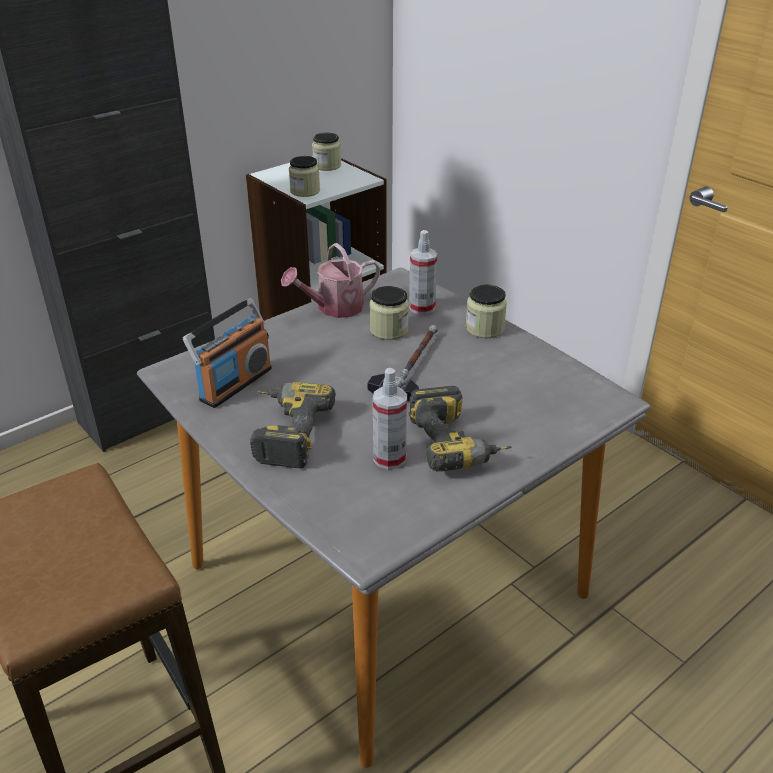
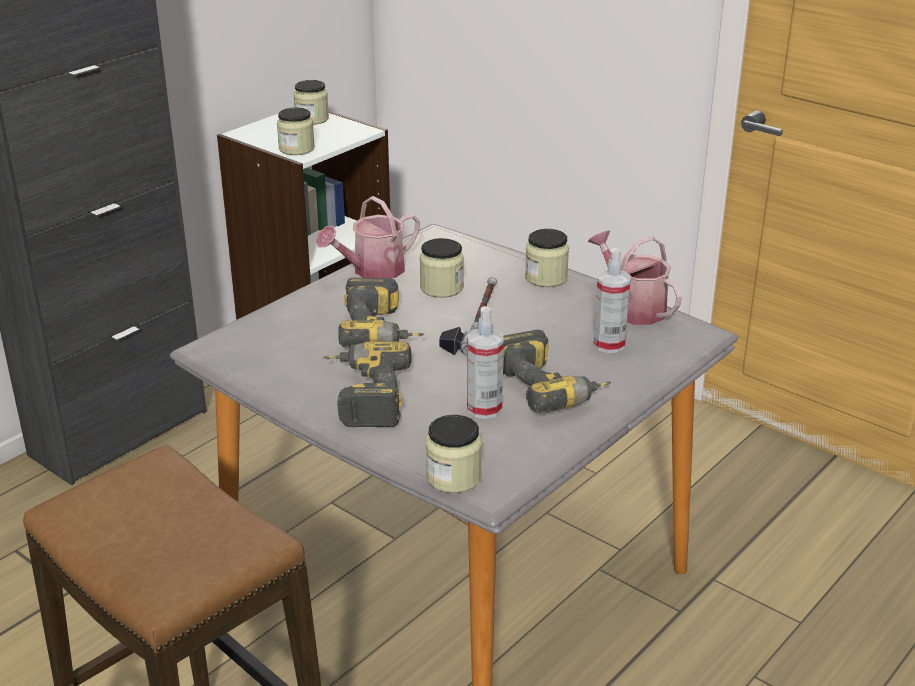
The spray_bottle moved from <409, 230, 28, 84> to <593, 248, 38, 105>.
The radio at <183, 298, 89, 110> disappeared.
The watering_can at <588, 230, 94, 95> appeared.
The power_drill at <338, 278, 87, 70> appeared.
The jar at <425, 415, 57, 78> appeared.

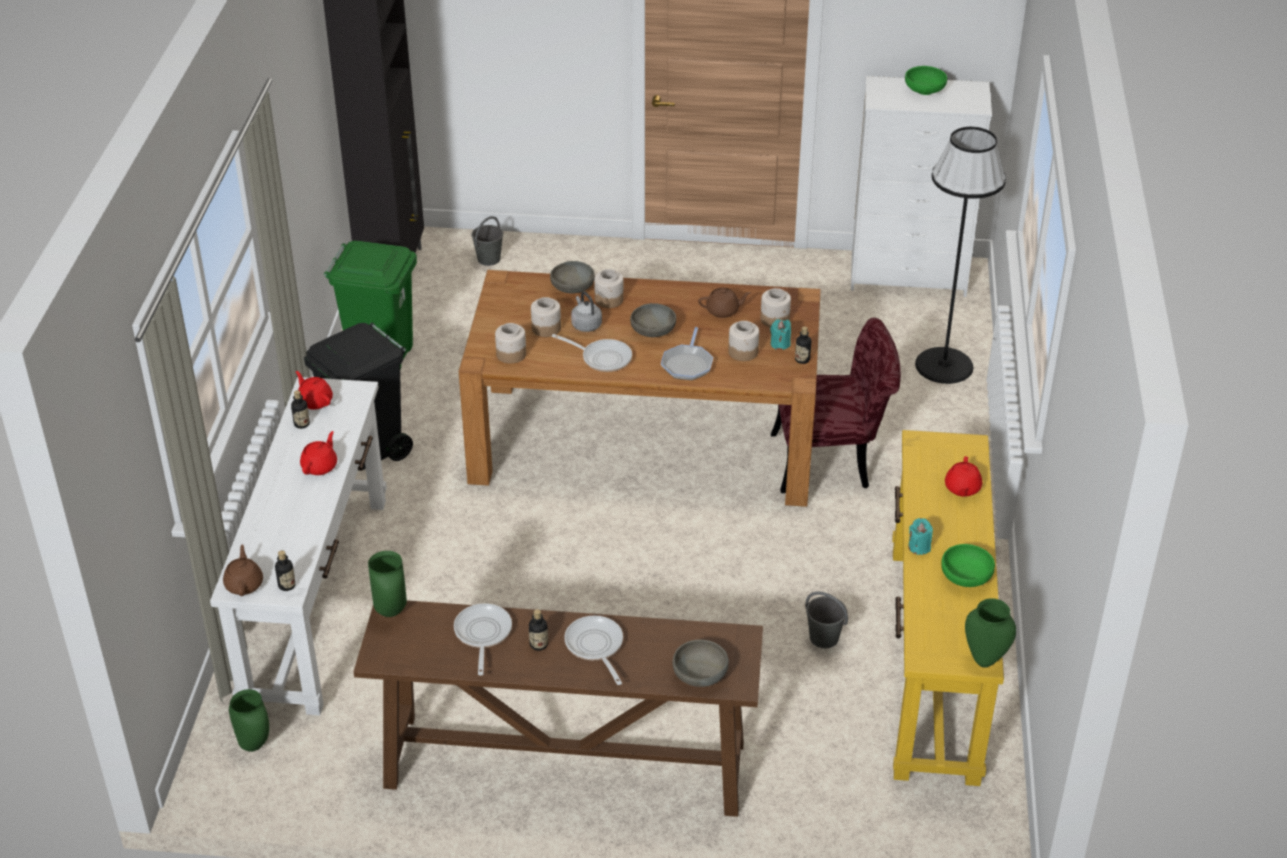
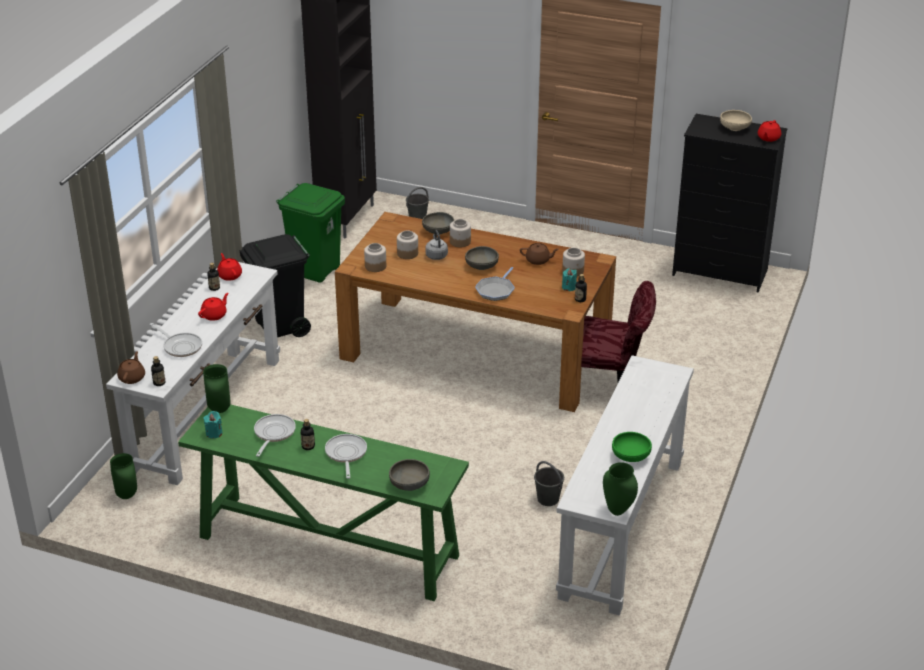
The green_bowl at <905, 66, 42, 29> became the beige_bowl at <720, 110, 32, 21>.
The white_dresser at <851, 76, 141, 221> became the black_dresser at <672, 114, 116, 178>.
The black_floor_lamp at <915, 127, 91, 257> disappeared.
The jar at <728, 321, 31, 40> disappeared.
The frying_pan moved from <552, 334, 80, 38> to <150, 323, 52, 34>.
The yellow_console_table at <892, 430, 112, 356> became the white_console_table at <556, 355, 138, 260>.
The red_teapot moved from <945, 456, 37, 41> to <758, 120, 23, 22>.
The turquoise_candle moved from <908, 518, 25, 37> to <204, 411, 19, 28>.
The brown_console_table at <354, 600, 409, 217> became the green_console_table at <178, 404, 291, 197>.

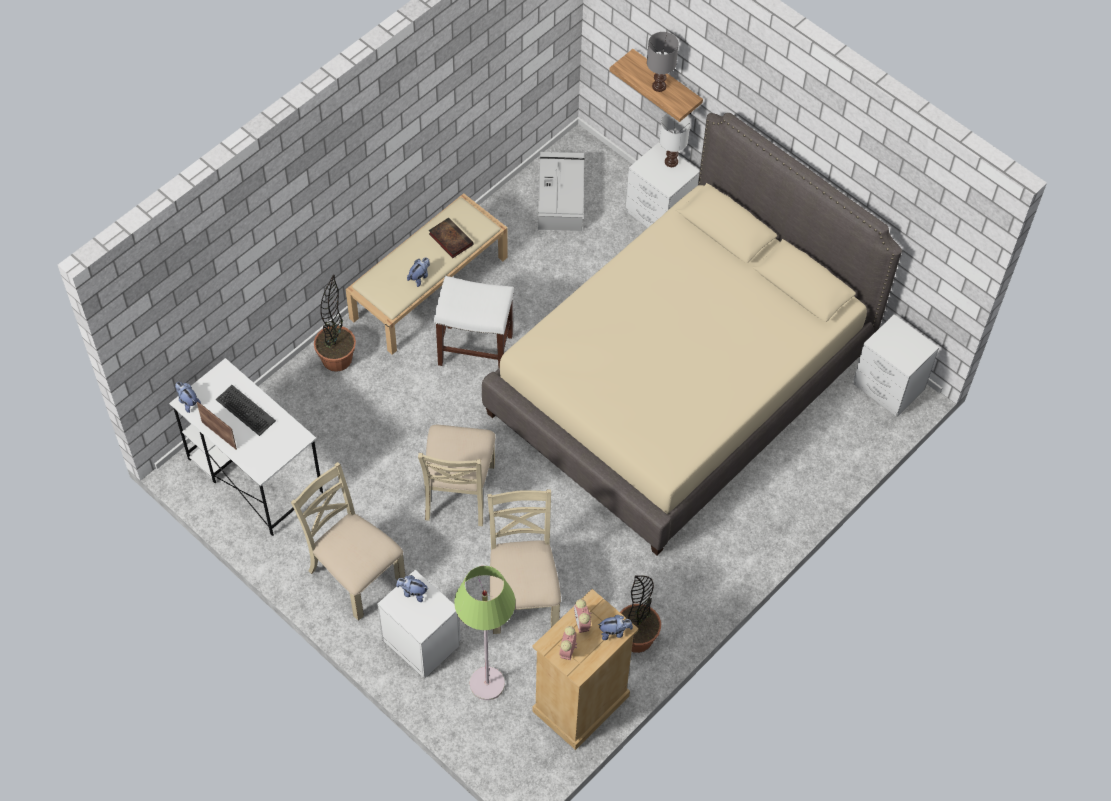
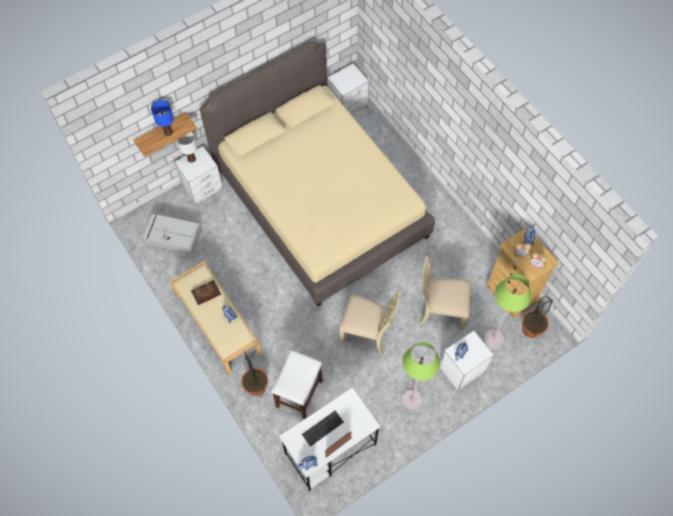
The grey_table_lamp at <647, 32, 32, 60> became the blue_table_lamp at <151, 100, 23, 36>.
The white_stool moved from <434, 276, 80, 92> to <272, 350, 51, 69>.
The beige_chair at <291, 462, 114, 159> was replaced by the green_floor_lamp at <402, 342, 38, 68>.
The potted_plant moved from <620, 575, 41, 78> to <522, 296, 31, 42>.

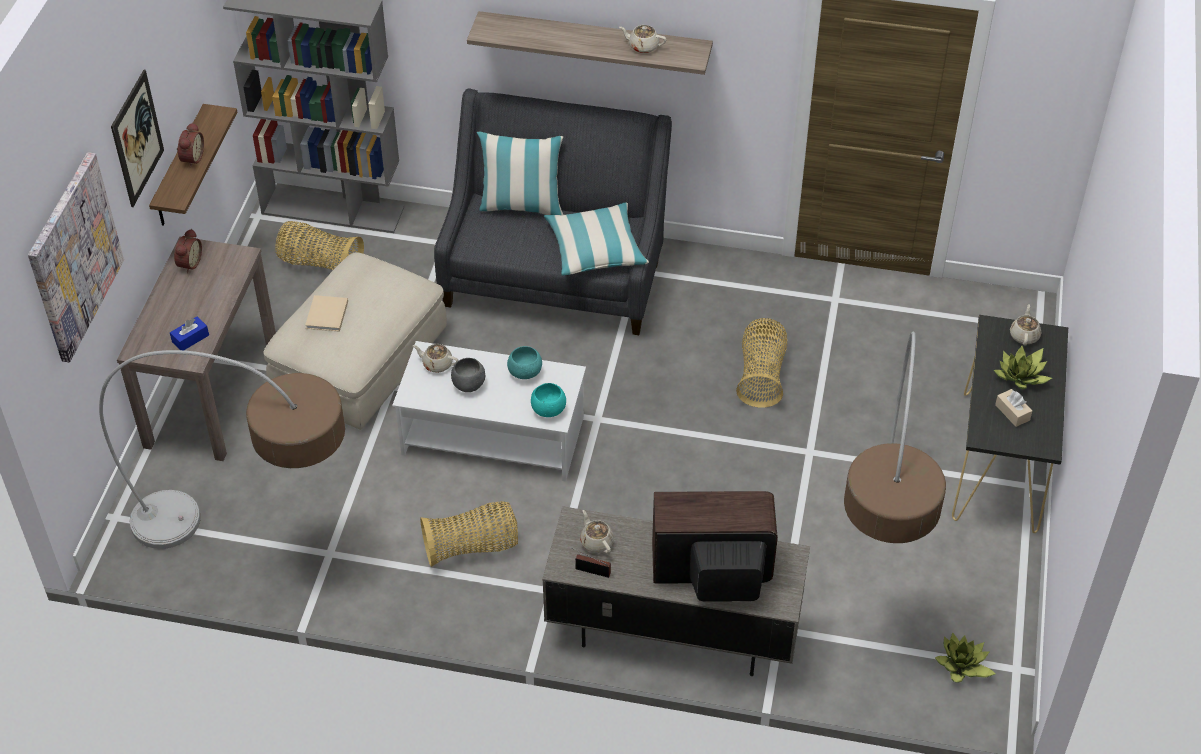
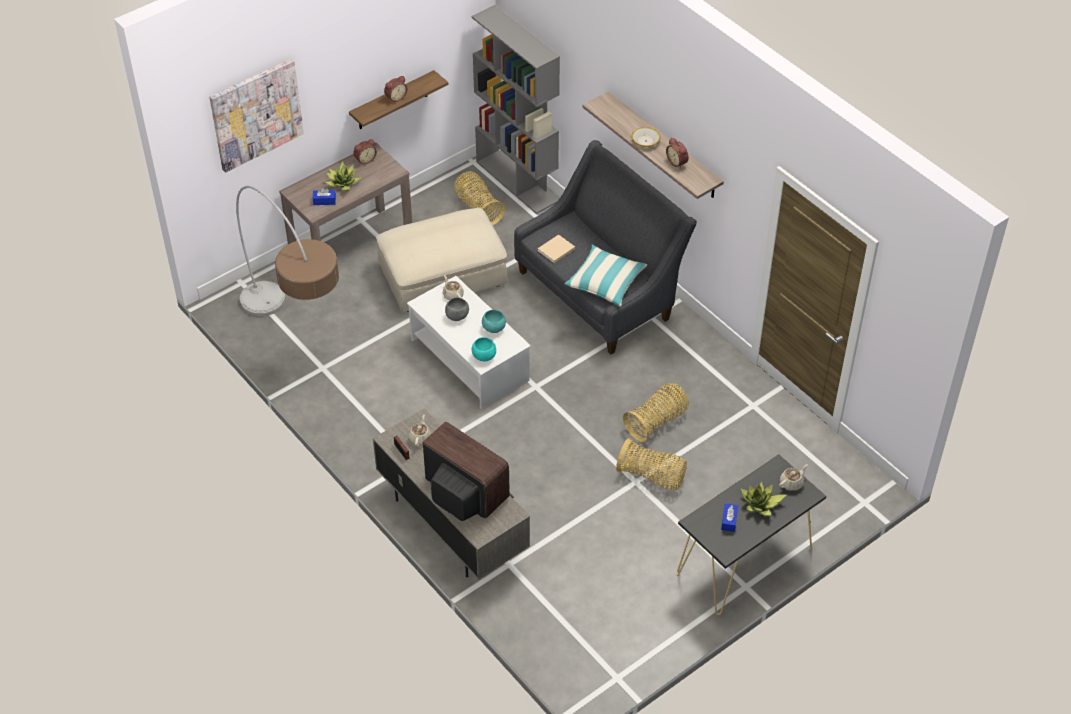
The beige_teapot at <619, 25, 47, 28> was replaced by the alarm_clock at <666, 137, 23, 31>.
The picture at <111, 70, 53, 137> disappeared.
The pillow at <477, 132, 86, 83> disappeared.
The beige_book moved from <305, 295, 43, 37> to <538, 234, 37, 29>.
The floor_lamp at <844, 332, 102, 211> disappeared.
The beige_tissue_box at <995, 389, 37, 38> became the blue_tissue_box at <721, 503, 17, 29>.
The basket moved from <420, 501, 98, 66> to <616, 438, 71, 52>.
The potted_plant moved from <935, 632, 61, 51> to <324, 161, 37, 30>.
The bowl at <631, 127, 30, 20> appeared.

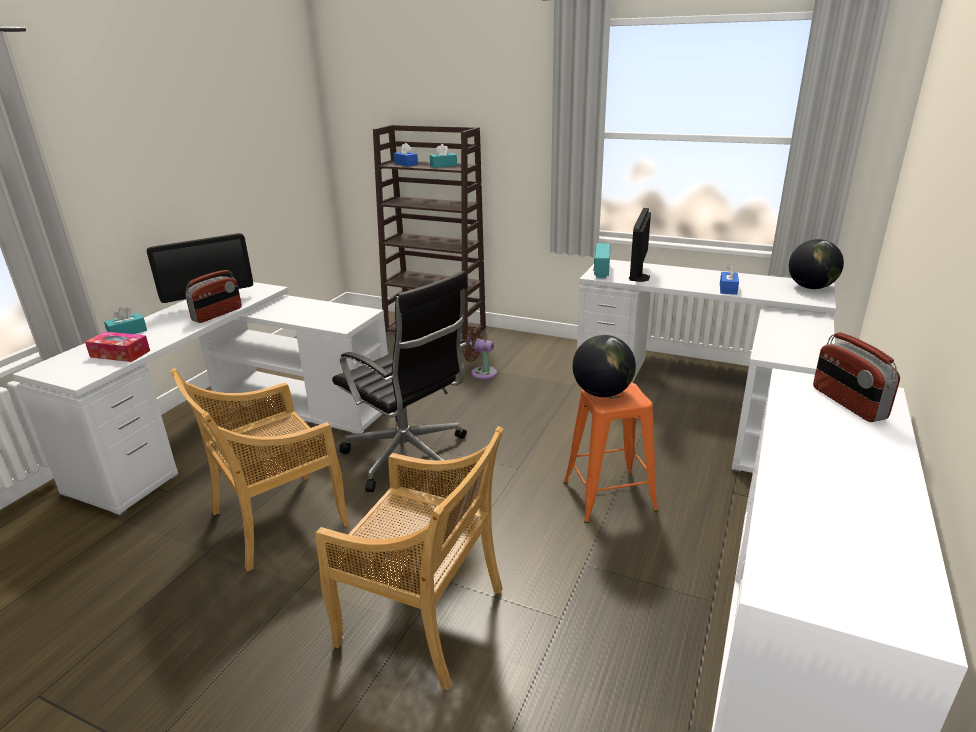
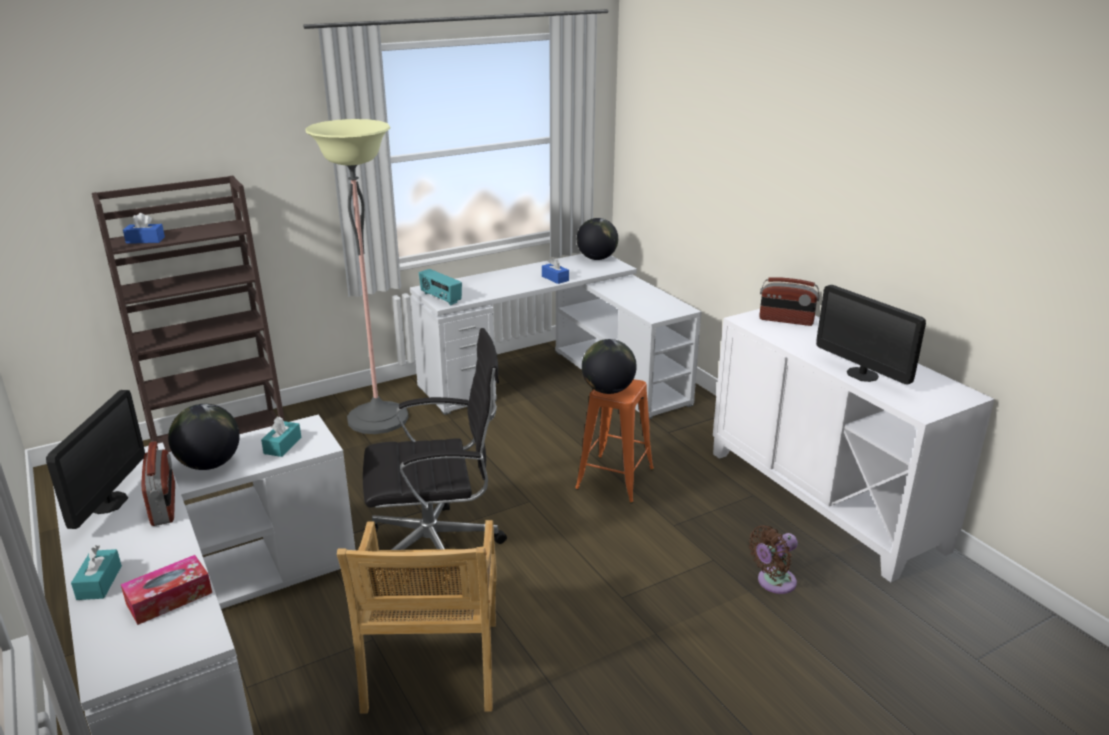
The turquoise_tissue_box moved from <430, 144, 27, 24> to <261, 416, 40, 41>.
The monitor moved from <629, 208, 22, 74> to <816, 285, 110, 99>.
The brown_fan moved from <462, 327, 35, 53> to <749, 525, 49, 69>.
The beige_chair at <315, 426, 189, 264> disappeared.
The floor_lamp at <305, 119, 104, 315> appeared.
The globe at <168, 404, 72, 66> appeared.

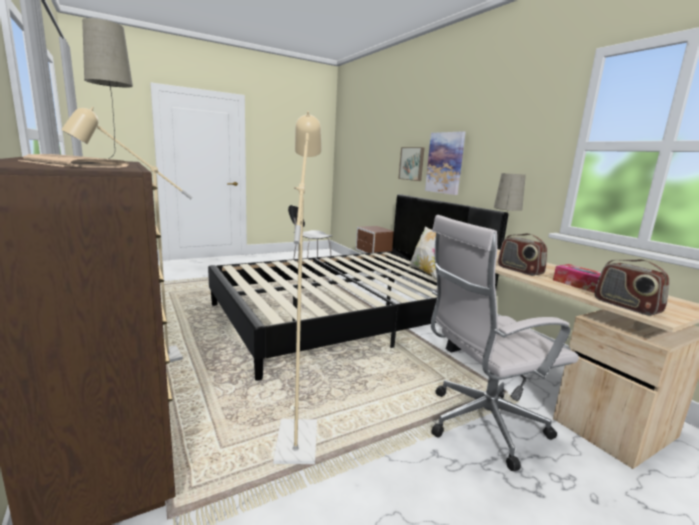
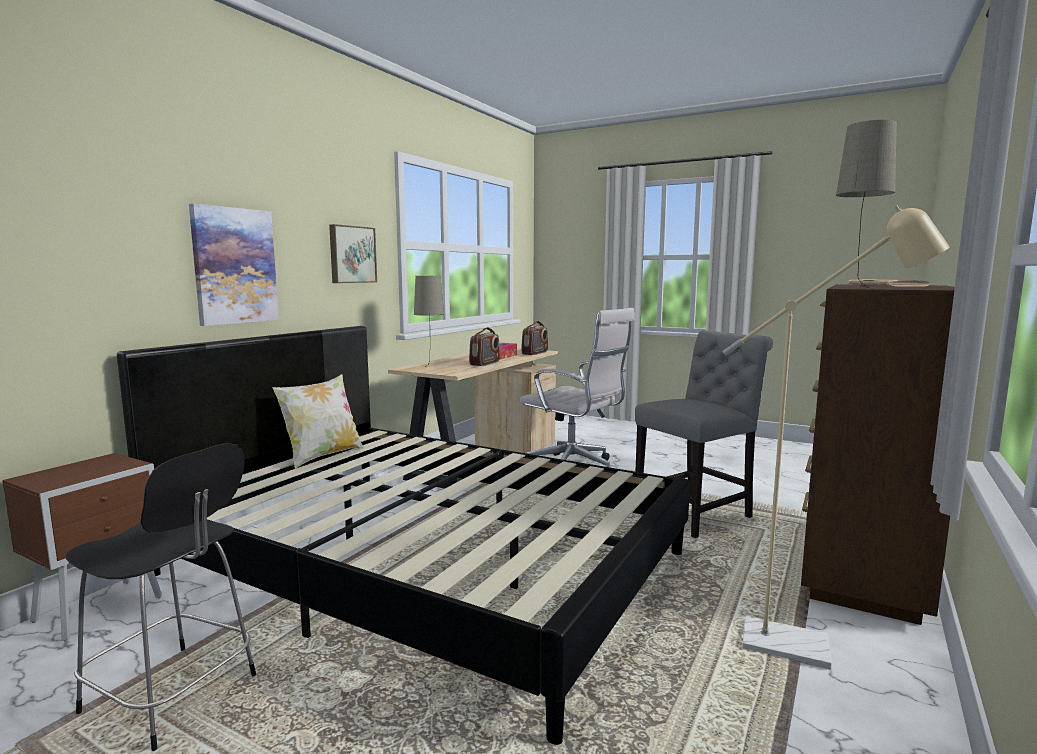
The beige_floor_lamp at <273, 111, 48, 353> was replaced by the grey_chair at <635, 330, 138, 208>.
The picture moved from <398, 147, 27, 34> to <329, 224, 48, 59>.

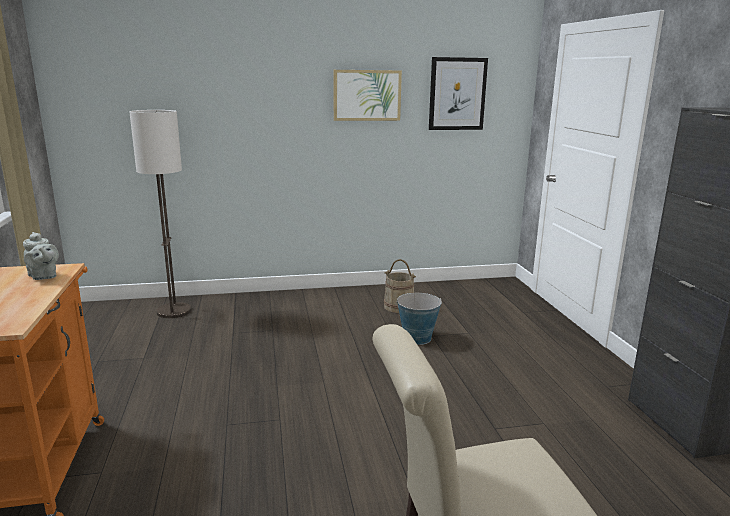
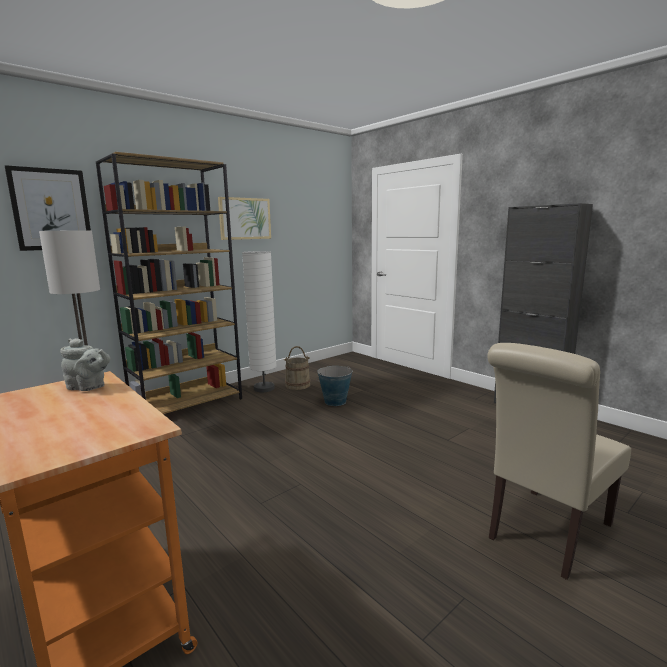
The picture moved from <429, 57, 59, 73> to <5, 165, 86, 86>.
The brown_bookcase at <96, 152, 146, 262> appeared.
The white_floor_lamp at <242, 251, 35, 141> appeared.

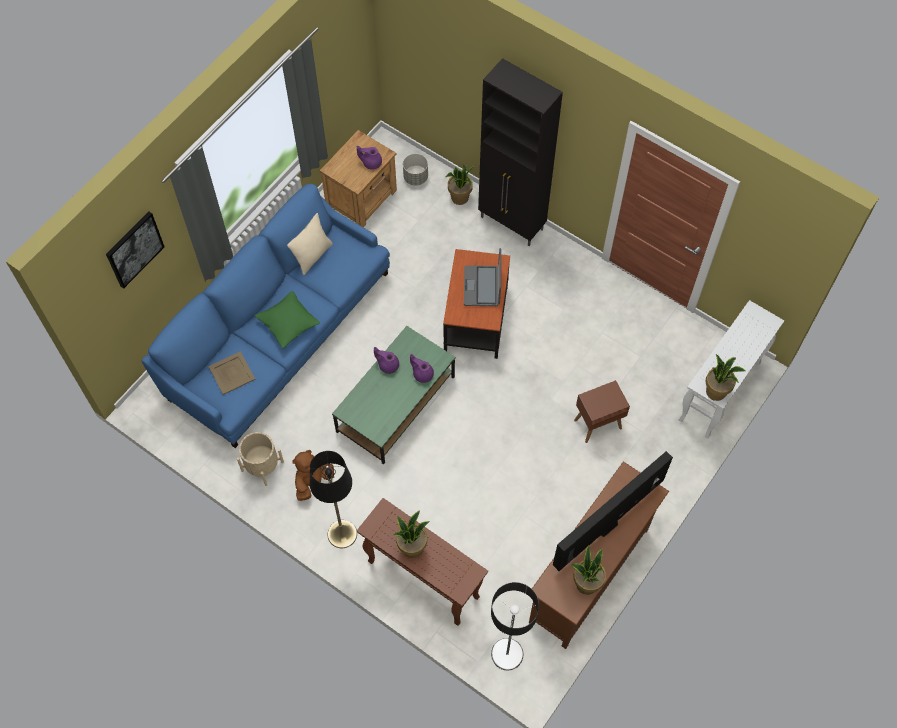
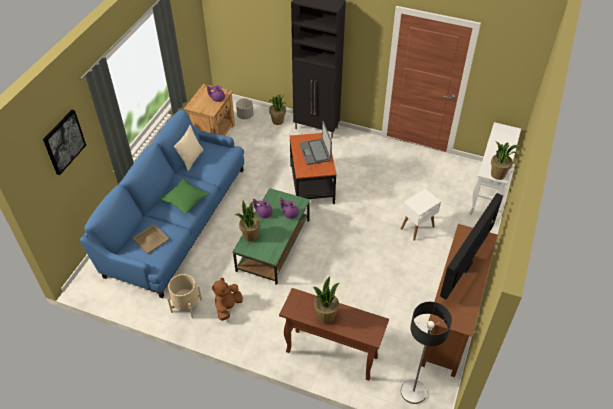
The brown_side_table at <574, 380, 56, 63> became the white_side_table at <401, 189, 40, 52>.
The black_floor_lamp at <310, 451, 47, 97> disappeared.
The potted_plant moved from <571, 545, 35, 50> to <235, 200, 25, 42>.

